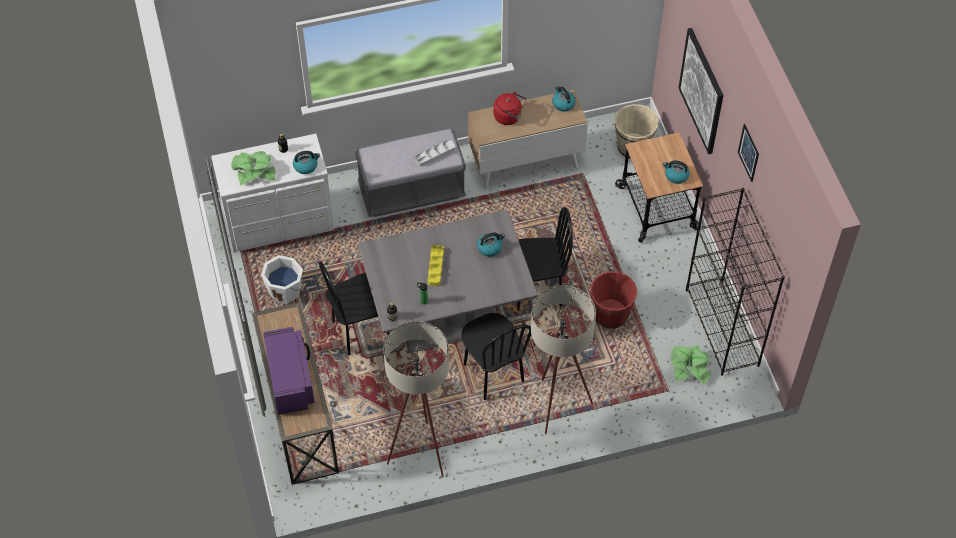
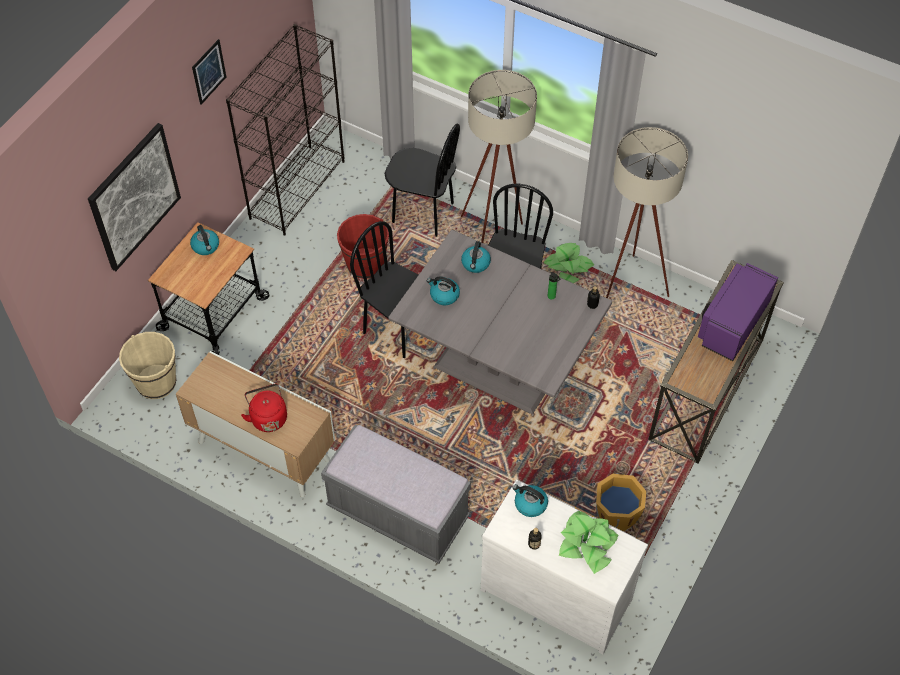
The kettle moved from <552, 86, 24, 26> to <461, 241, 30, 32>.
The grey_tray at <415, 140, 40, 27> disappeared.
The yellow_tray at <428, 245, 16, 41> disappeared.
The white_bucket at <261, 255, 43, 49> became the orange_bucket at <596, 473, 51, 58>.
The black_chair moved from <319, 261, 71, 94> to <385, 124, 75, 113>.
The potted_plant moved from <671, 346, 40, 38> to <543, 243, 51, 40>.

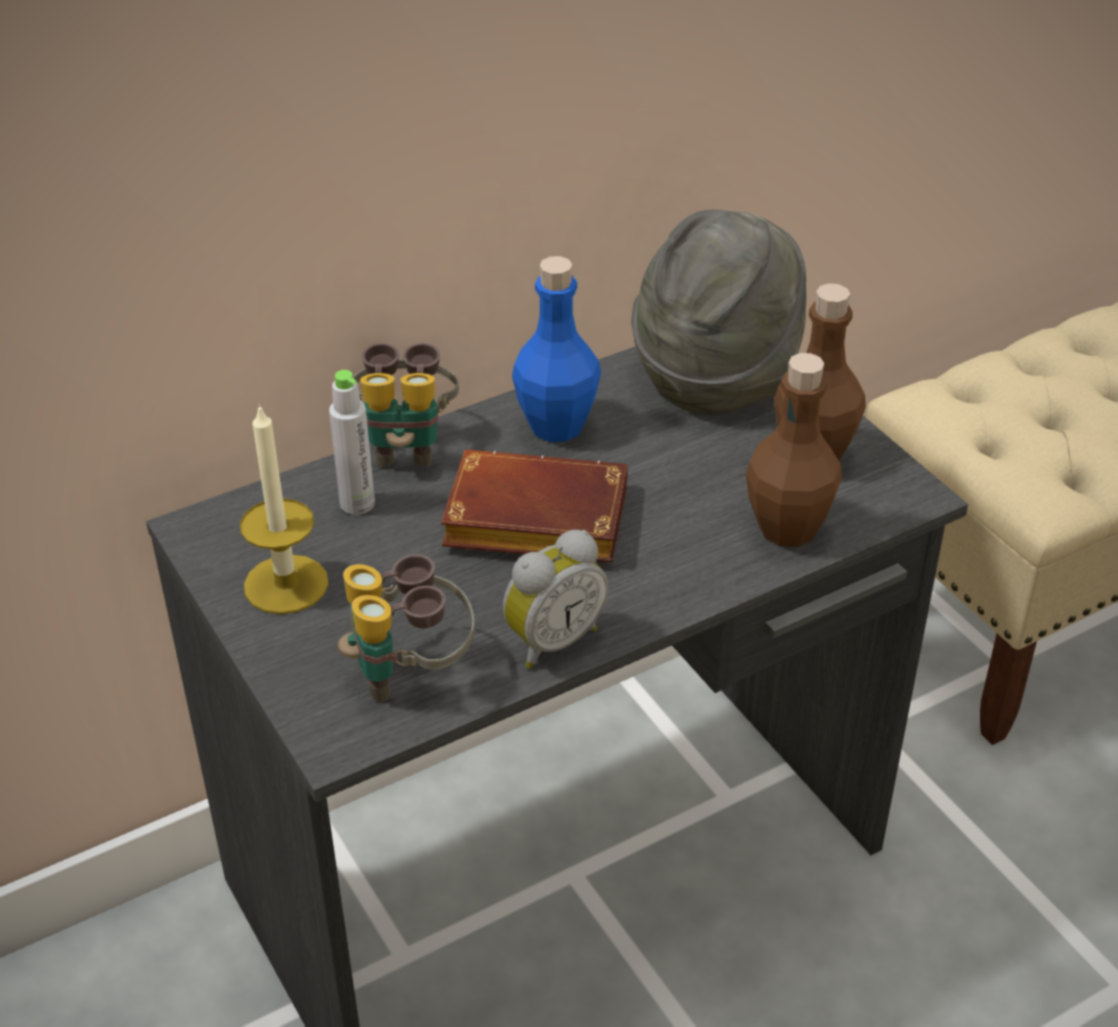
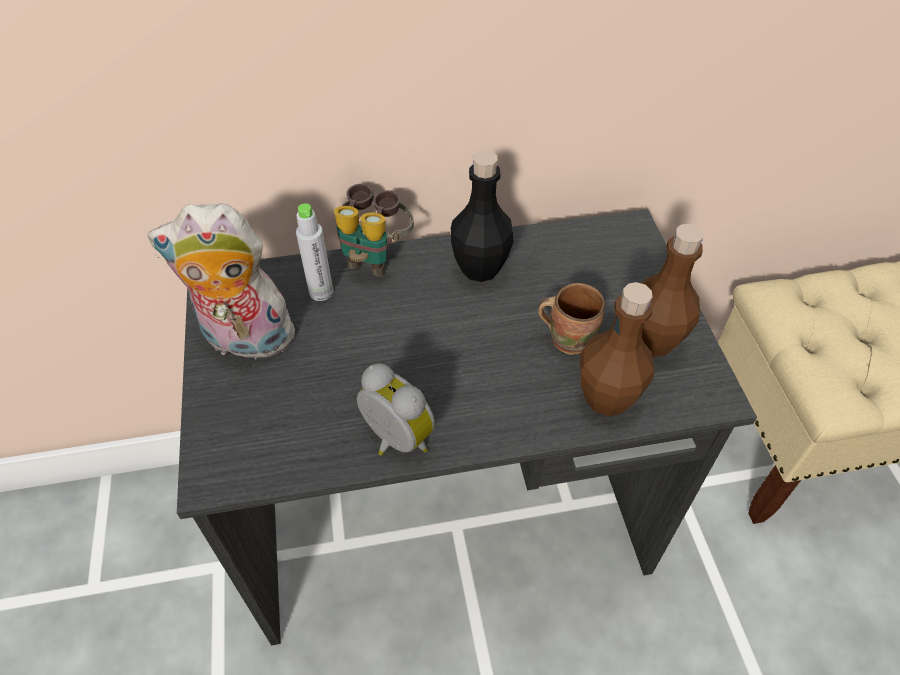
The grey_hat at <631, 210, 175, 205> disappeared.
The blue_bottle at <512, 256, 89, 186> became the black_bottle at <451, 150, 63, 132>.
The candle at <240, 403, 89, 211> was replaced by the plush_toy at <147, 203, 156, 157>.
The brown_book at <441, 449, 187, 114> disappeared.
The alarm_clock at <503, 530, 105, 139> turned 120 degrees counterclockwise.
The binoculars at <338, 554, 137, 148> disappeared.
The brown_mug at <538, 283, 67, 72> appeared.

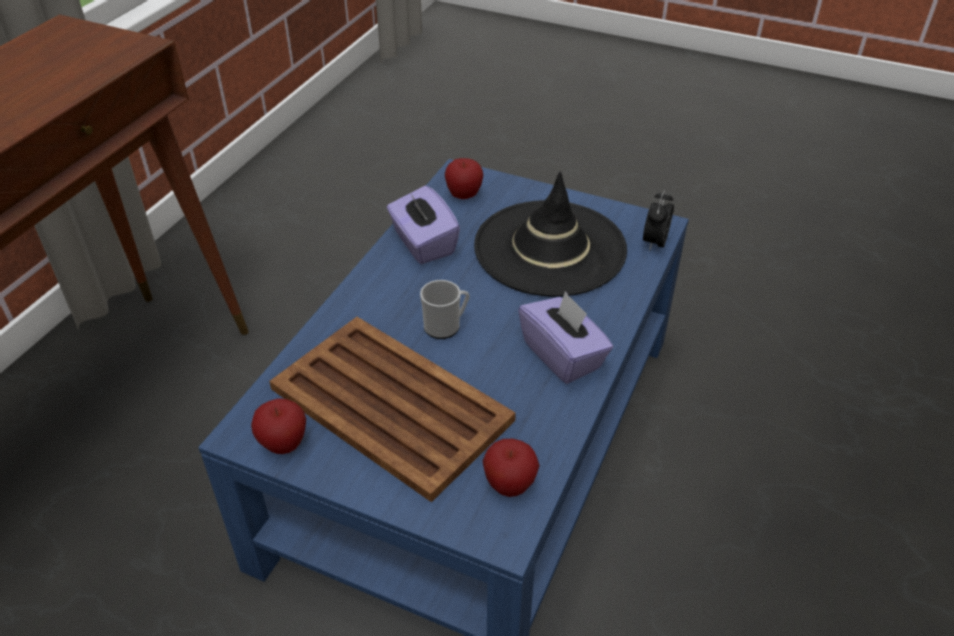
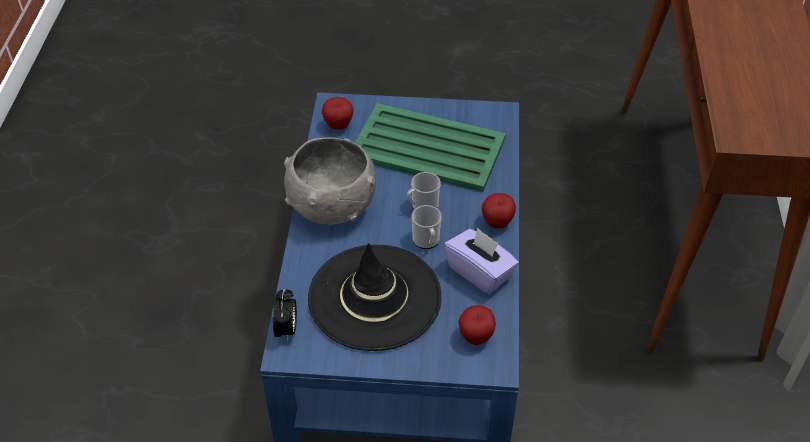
The purple_tissue_box at <518, 291, 95, 93> was replaced by the grey_bowl at <284, 137, 92, 88>.
The brown_tray at <269, 317, 247, 185> became the green_tray at <355, 103, 151, 89>.
The apple moved from <251, 398, 55, 56> to <481, 193, 35, 36>.
The mug at <411, 205, 31, 44> appeared.

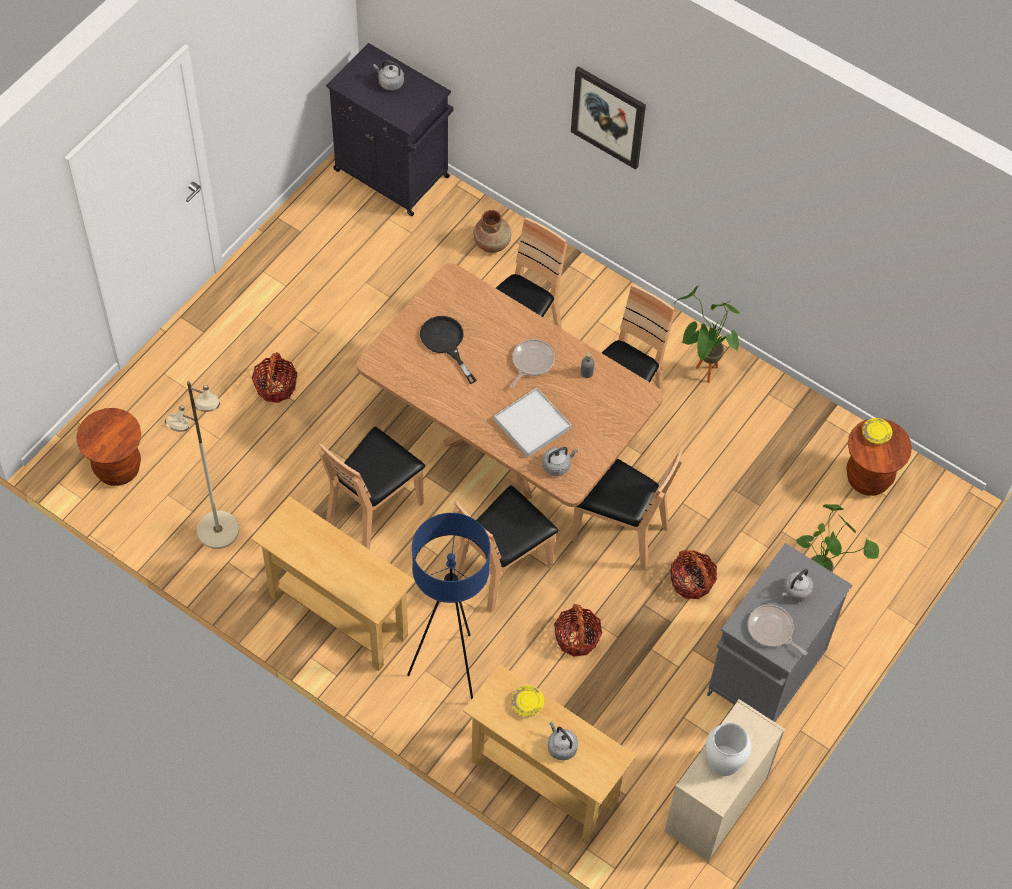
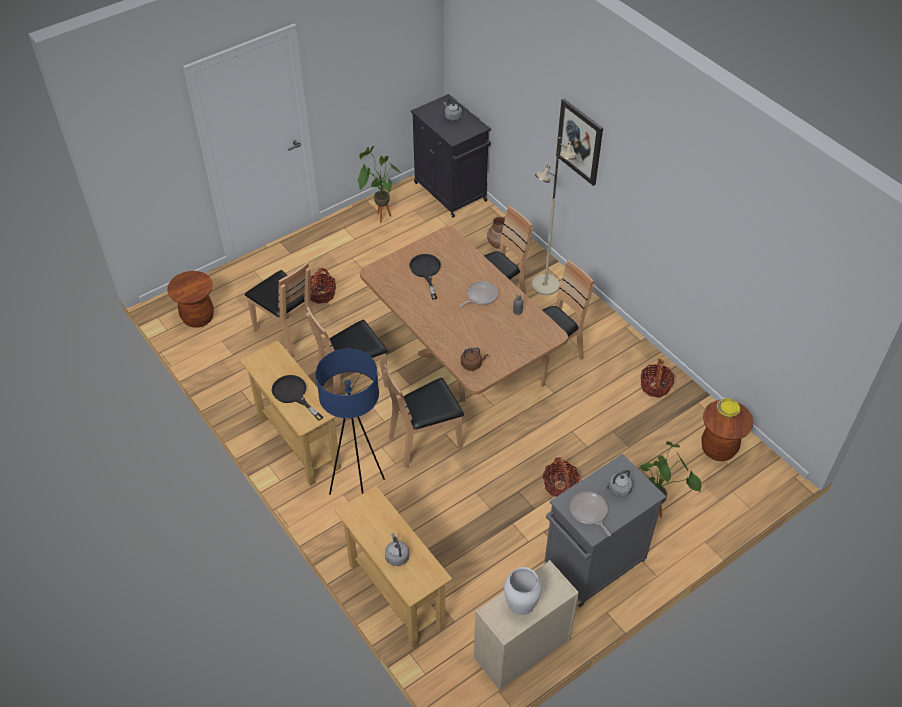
The potted_plant moved from <674, 285, 67, 98> to <357, 146, 45, 77>.
The beige_floor_lamp moved from <165, 381, 74, 168> to <532, 137, 44, 158>.
The white_tray at <494, 388, 77, 69> disappeared.
The grey_kettle at <542, 447, 36, 29> became the brown_kettle at <461, 347, 27, 24>.
The brown_chair moved from <571, 450, 113, 120> to <245, 262, 70, 96>.
The basket moved from <554, 604, 48, 53> to <640, 359, 35, 39>.
The yellow_plate at <511, 685, 33, 32> disappeared.
The black_frying_pan at <272, 375, 51, 45> appeared.

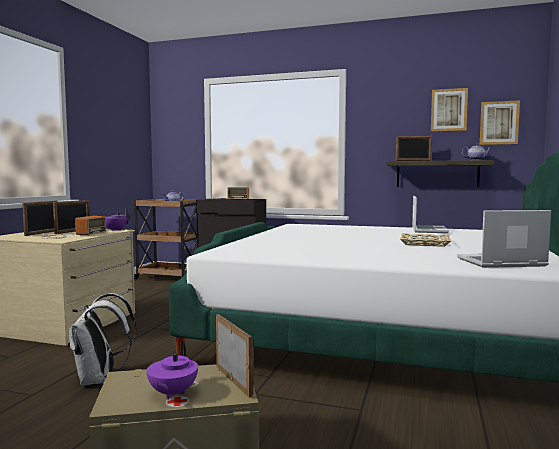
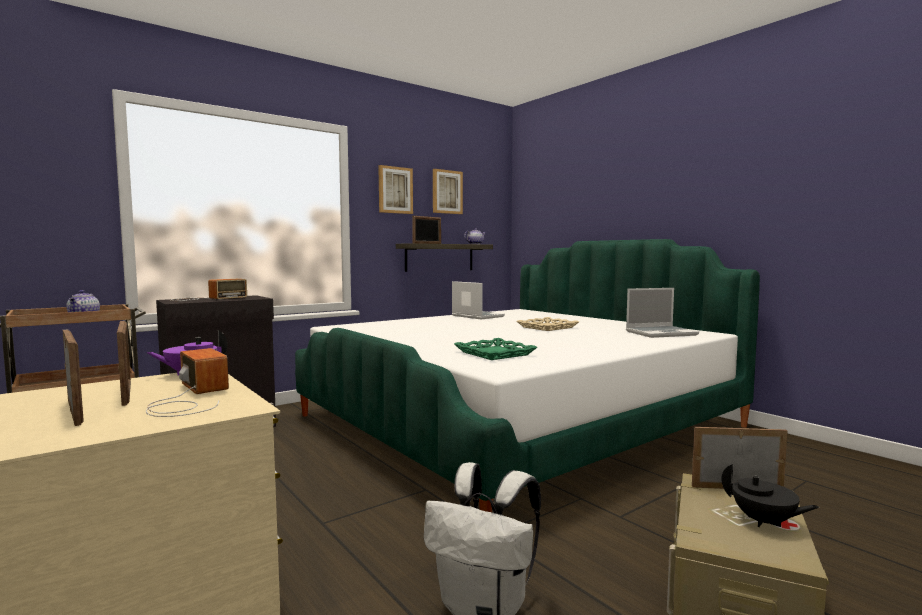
The picture moved from <480, 100, 40, 45> to <378, 165, 35, 49>.
The laptop at <457, 210, 94, 58> turned 135 degrees counterclockwise.
The purple_teapot at <146, 341, 52, 59> became the black_teapot at <721, 463, 98, 64>.
The green_tray at <454, 338, 84, 22> appeared.

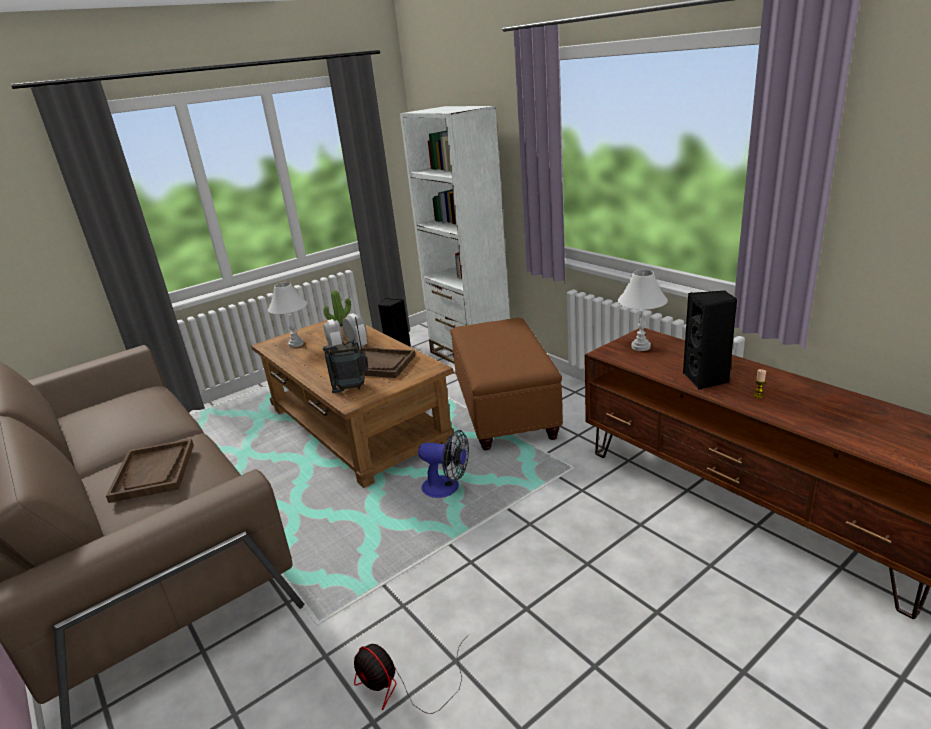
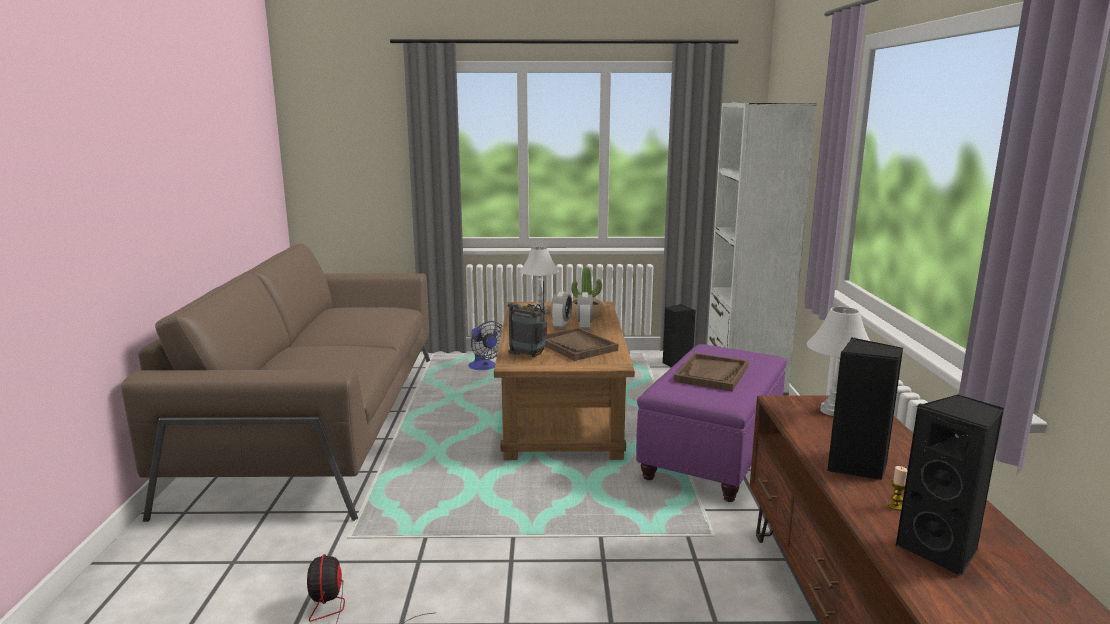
The brown_ottoman at <450, 318, 113, 132> became the purple_ottoman at <636, 344, 151, 158>.
The fan moved from <418, 430, 51, 68> to <468, 321, 35, 49>.
The brown_tray moved from <106, 439, 88, 64> to <674, 353, 75, 38>.
The black_speaker at <895, 394, 109, 183> appeared.

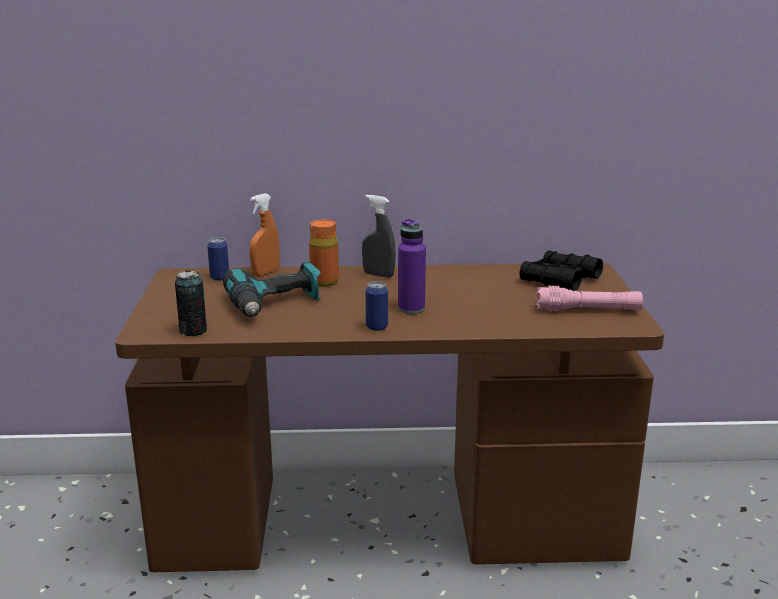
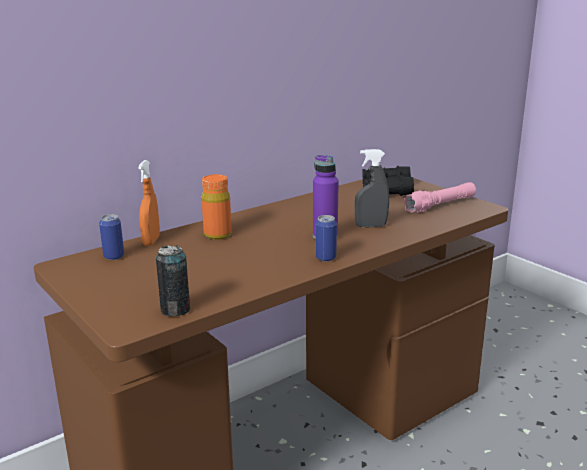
The grey_spray_bottle moved from <362, 195, 34, 83> to <355, 149, 34, 79>.
The power_drill at <223, 261, 98, 56> disappeared.

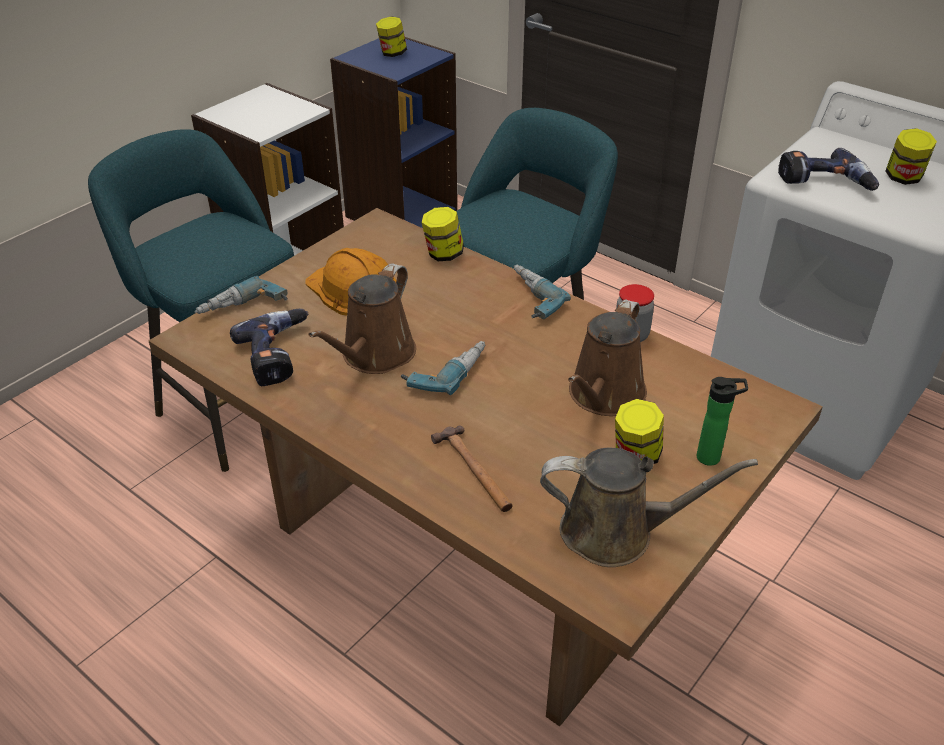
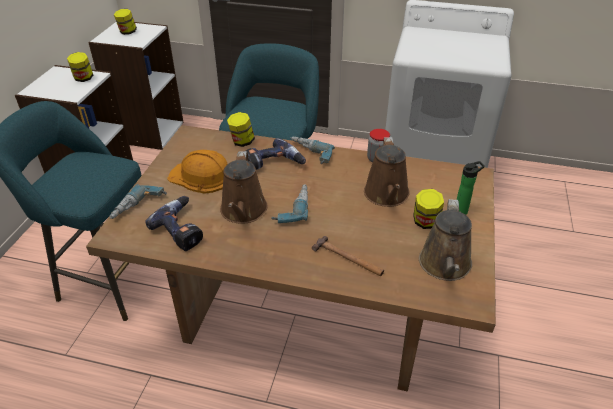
The blue_bookcase at <330, 37, 127, 191> became the white_bookcase at <89, 22, 95, 128>.
The jar moved from <885, 128, 52, 57> to <67, 52, 26, 30>.
The power_drill moved from <778, 148, 101, 43> to <243, 138, 63, 32>.
The brown_watering_can at <540, 448, 218, 119> turned 120 degrees clockwise.

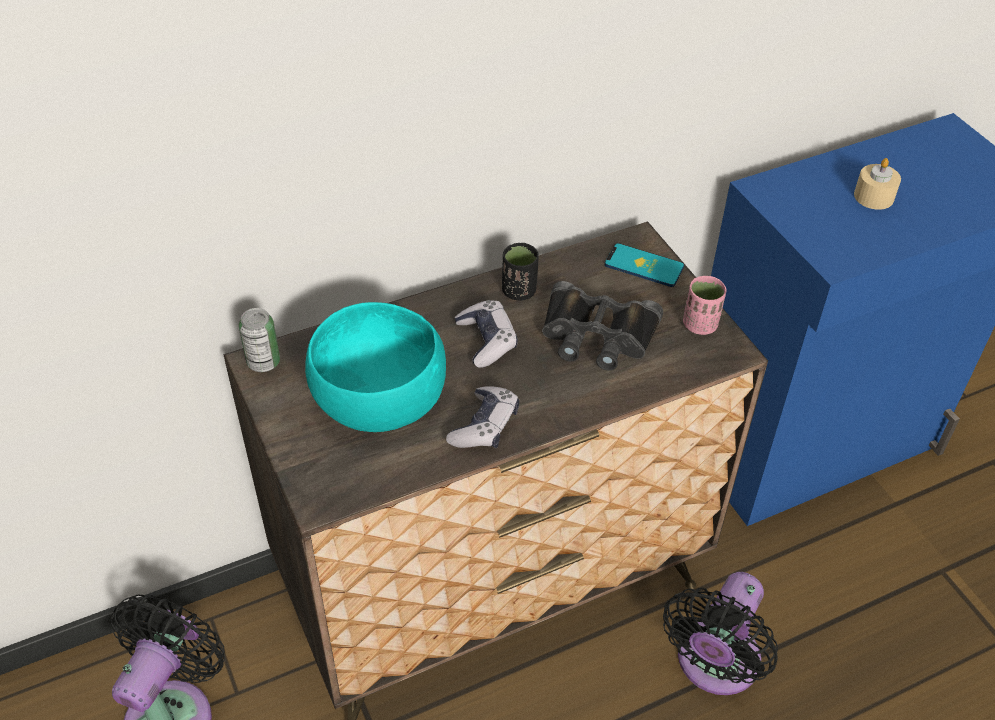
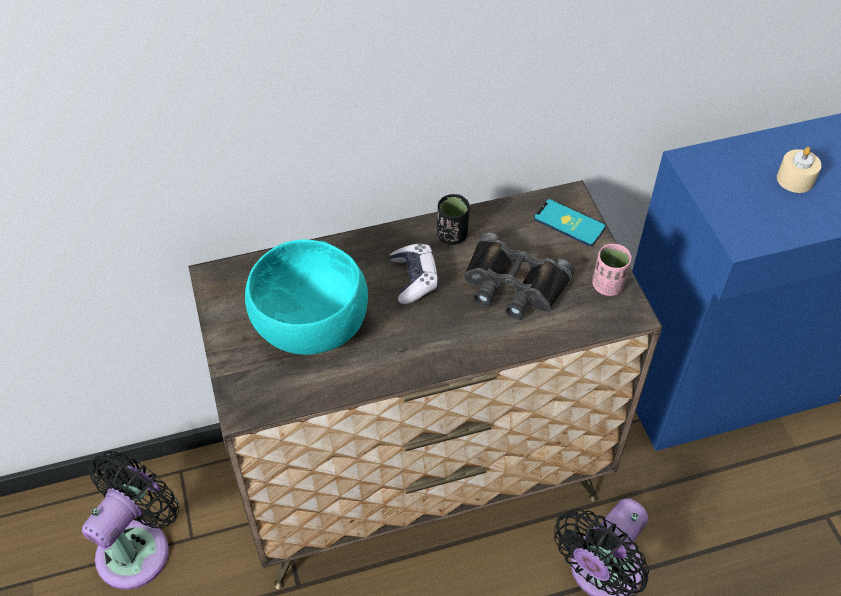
The can at <239, 308, 41, 64> disappeared.
The game_controller at <446, 386, 73, 62> disappeared.

